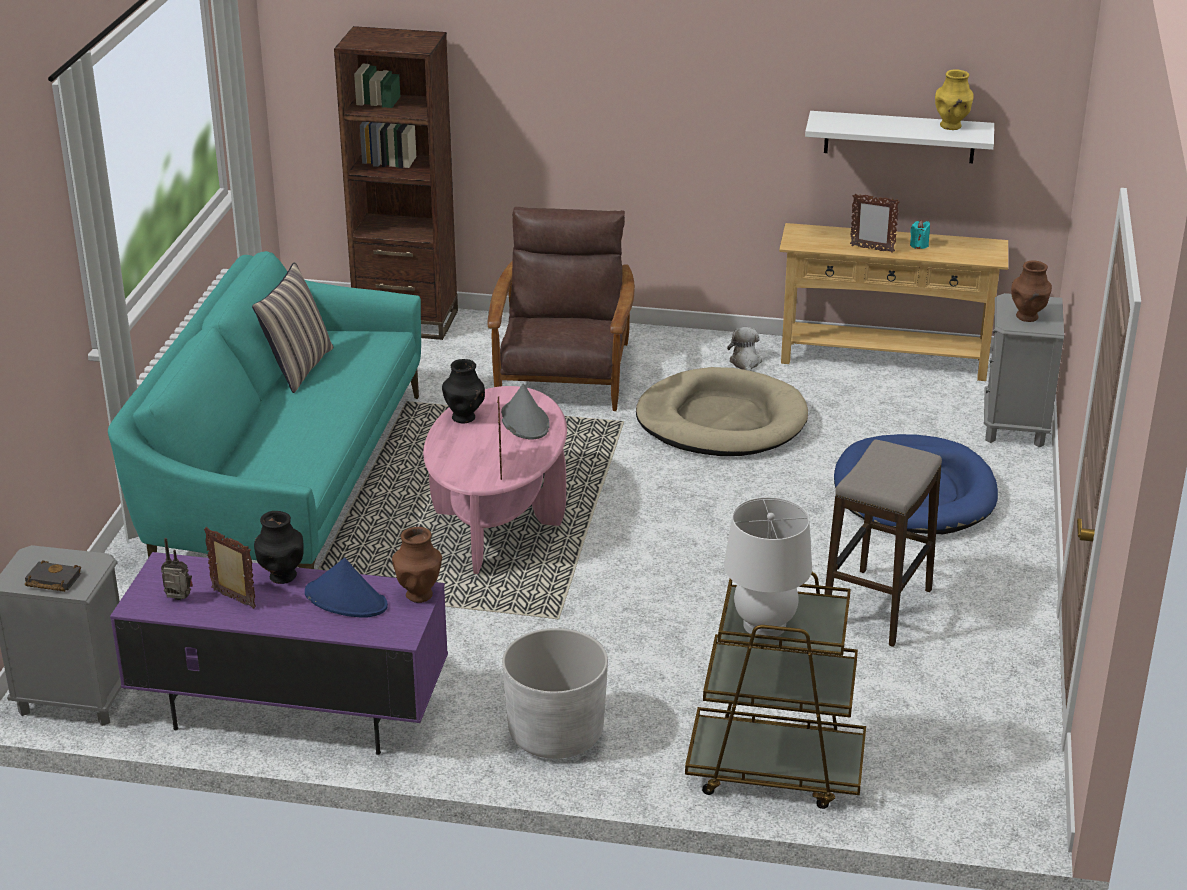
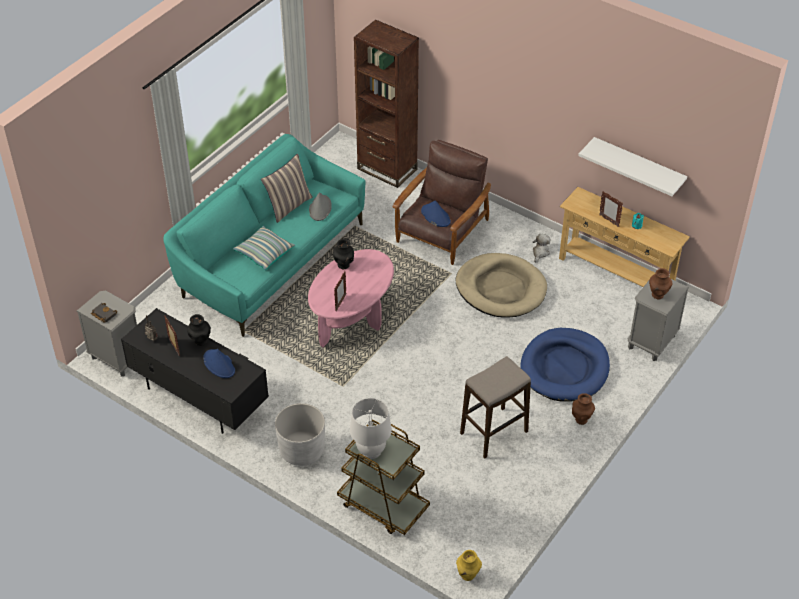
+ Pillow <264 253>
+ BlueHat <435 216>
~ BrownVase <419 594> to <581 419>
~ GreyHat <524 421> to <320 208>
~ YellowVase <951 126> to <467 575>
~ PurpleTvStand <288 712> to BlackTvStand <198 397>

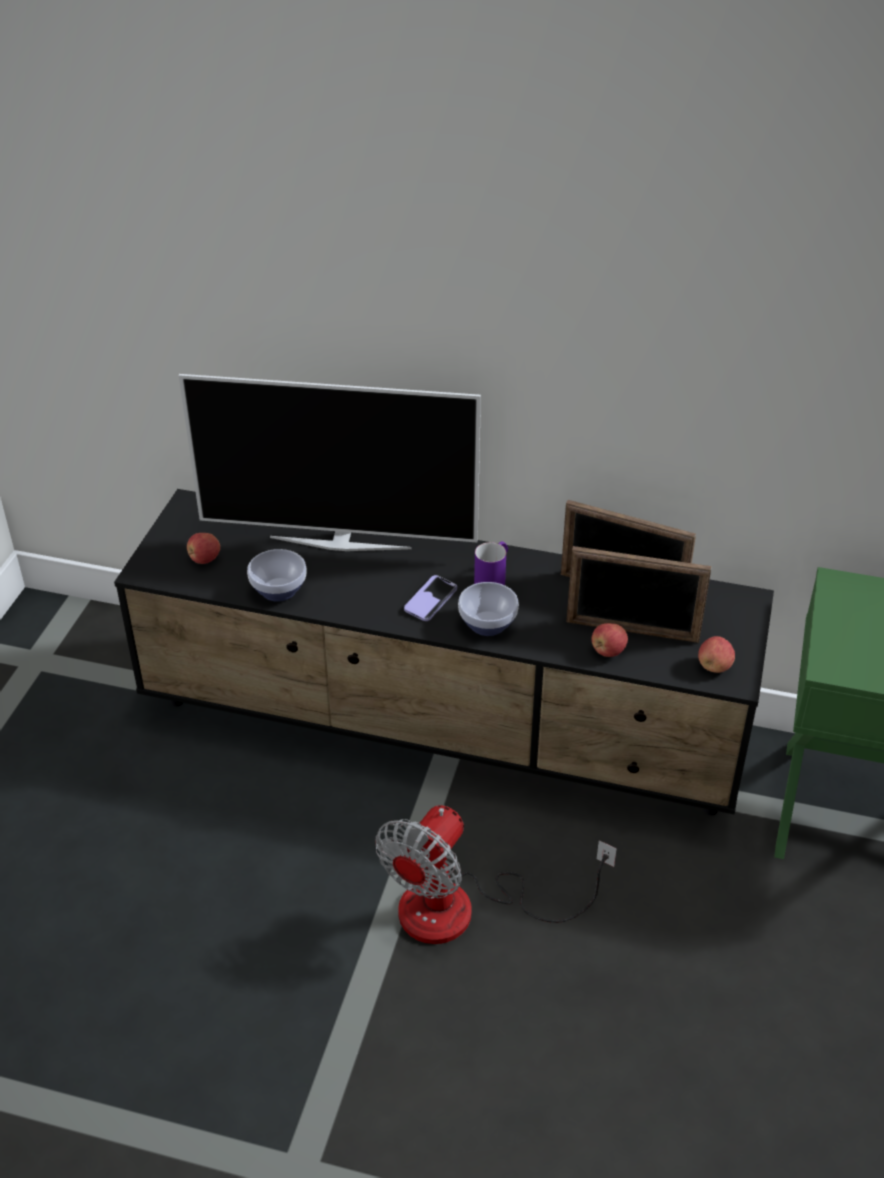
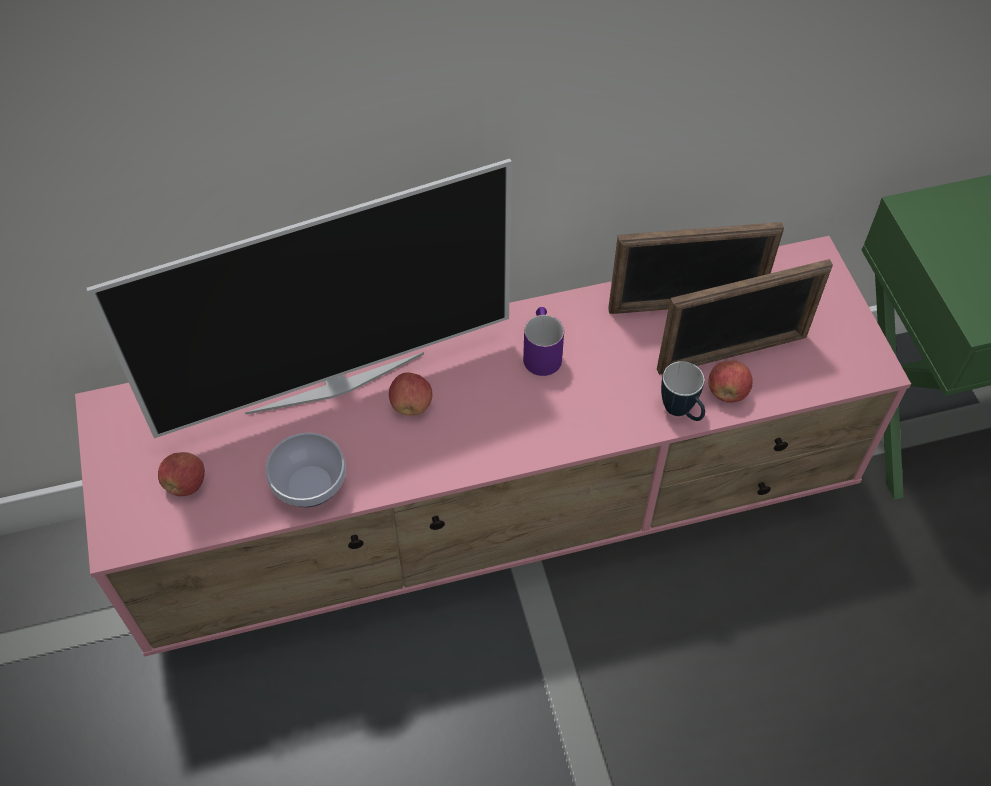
- Fan <464 910>
- Phone <430 600>
- Bowl <489 623>
+ Mug <681 412>
~ Apple <714 666> to <411 405>
~ BlackTvStand <445 731> to PinkTvStand <499 515>

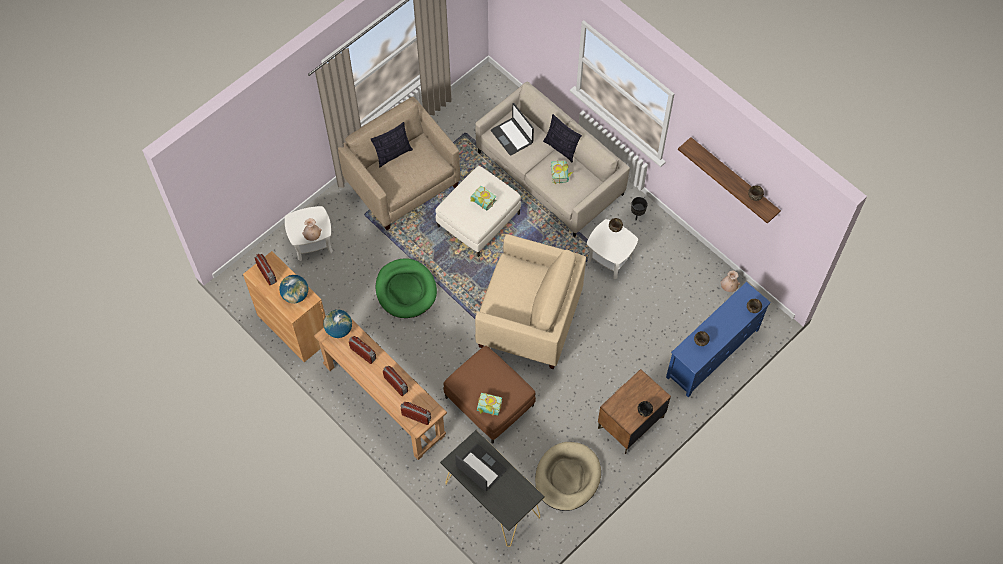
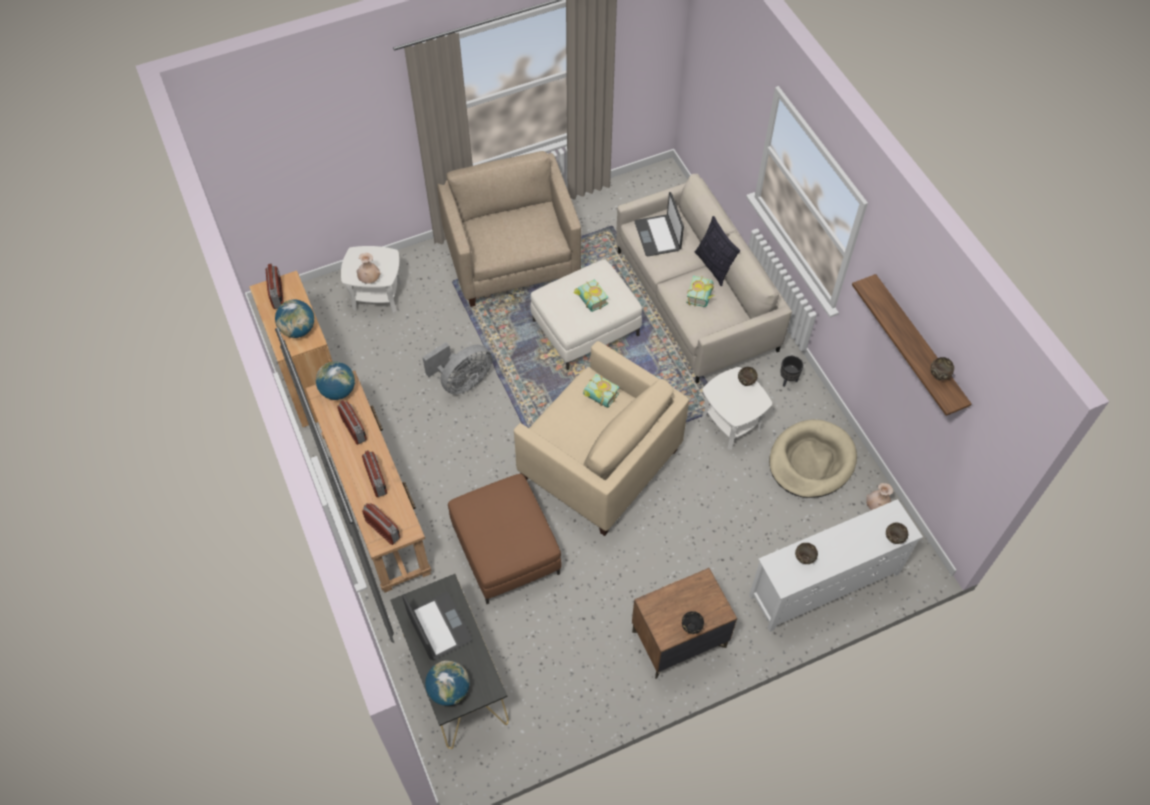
- Pillow <393 154>
+ Globe <449 690>
~ Book <488 409> to <599 398>
~ BeigeDogBed <567 477> to <811 461>
~ GreenDogBed <406 290> to GreyFan <462 381>
~ BlueTvStand <712 354> to WhiteTvStand <824 585>

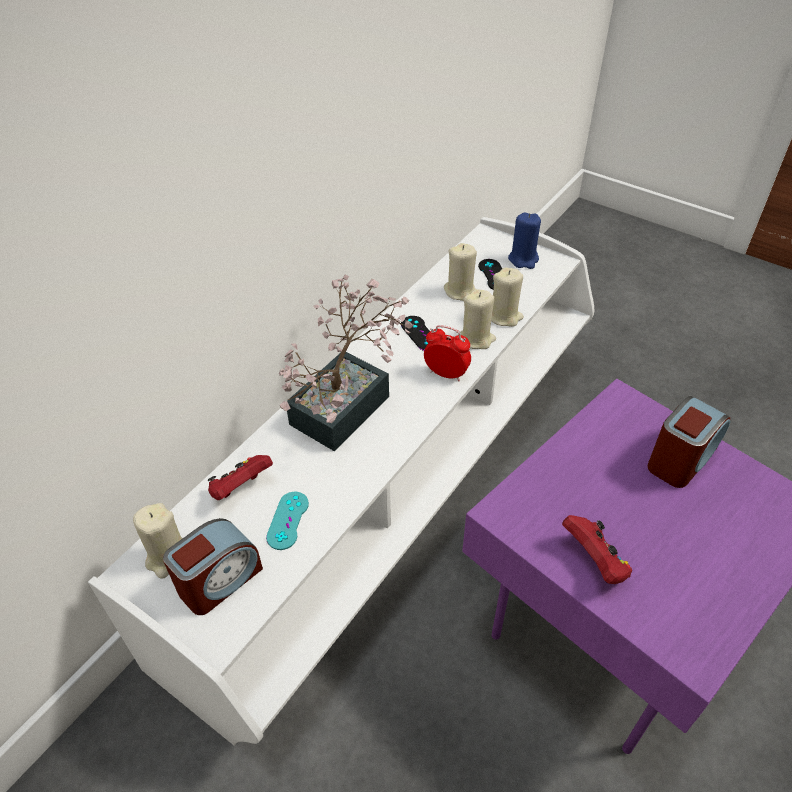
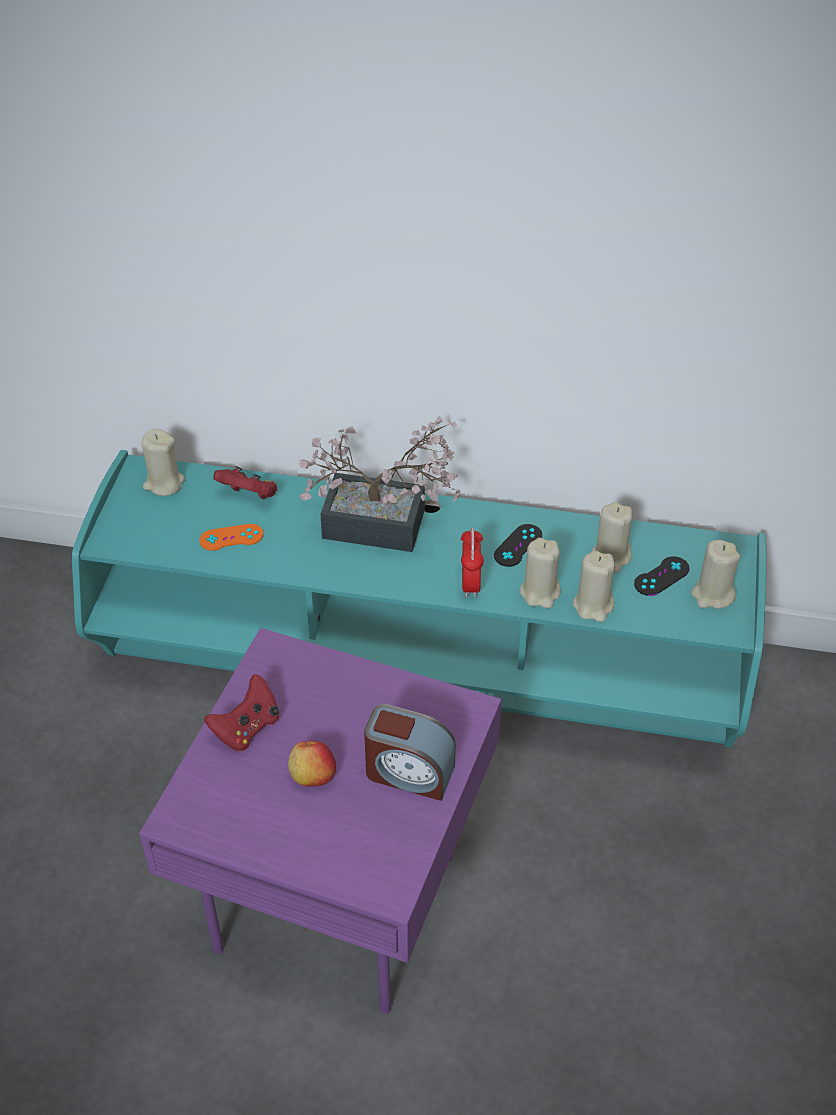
- AlarmClock <219 580>
+ Apple <312 775>
~ WhiteTvStand <397 492> to TurquoiseTvStand <419 670>
~ TurquoiseGameController <288 520> to OrangeGameController <231 537>
~ BlueCandle <523 259> to BeigeCandle <712 595>

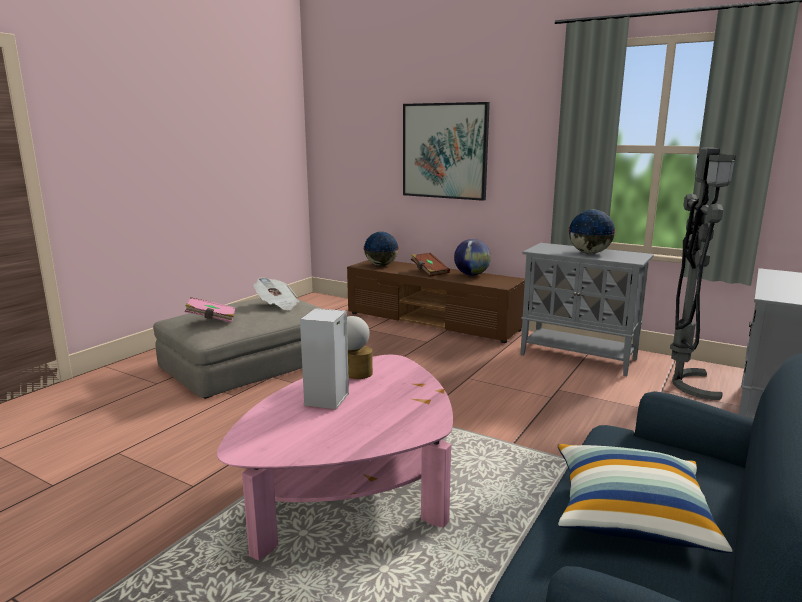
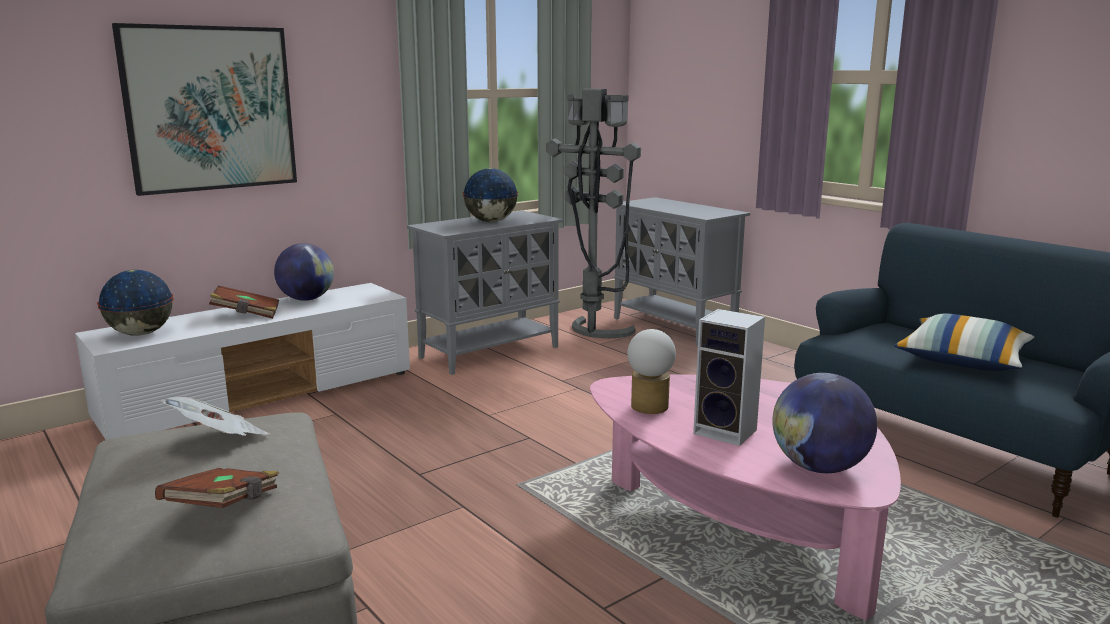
+ Globe <819 467>
~ PinkBook <211 319> to BrownBook <225 507>
~ BrownTvStand <433 322> to WhiteTvStand <262 395>

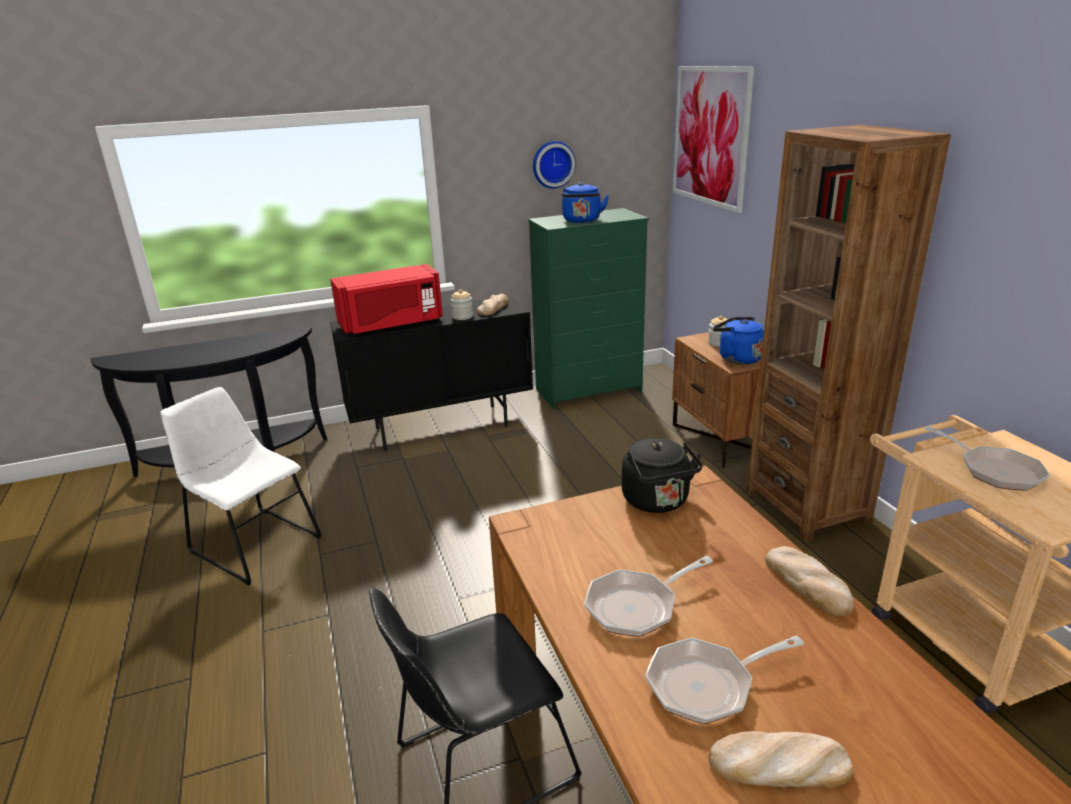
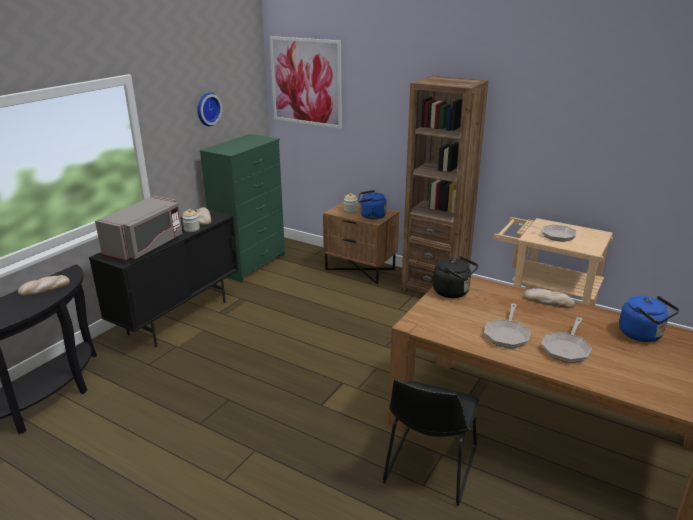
- WhiteChair <252 542>
~ BlueKettle <582 221> to <643 335>
~ Bread <778 765> to <44 288>
~ RedMicrowave <391 324> to GreyMicrowave <146 246>

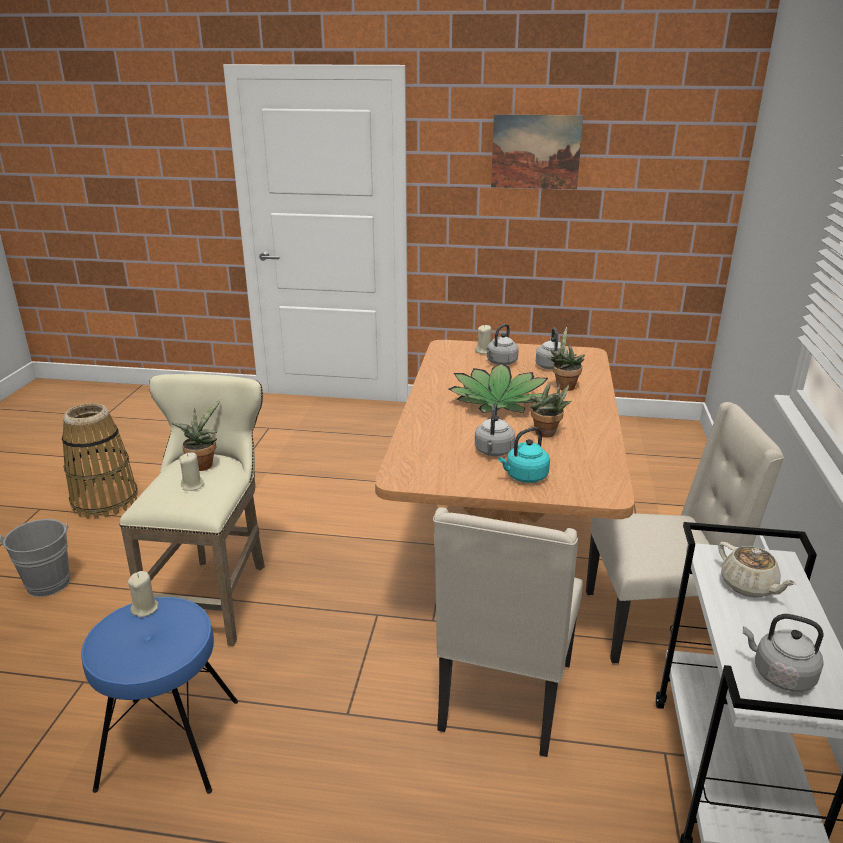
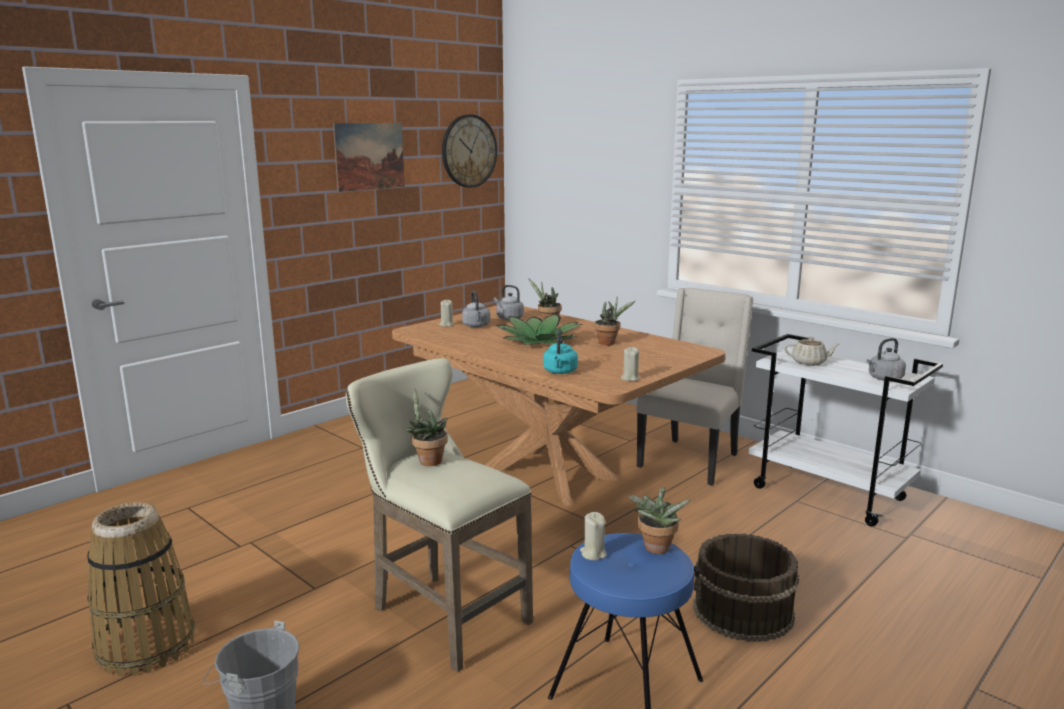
- BeigeChair <503 698>
- GreyKettle <493 452>
+ WallClock <469 151>
+ PottedPlant <656 550>
+ BrownBucket <743 612>
~ BeigeCandle <193 485> to <630 378>
~ TurquoiseKettle <524 477> to <560 372>

